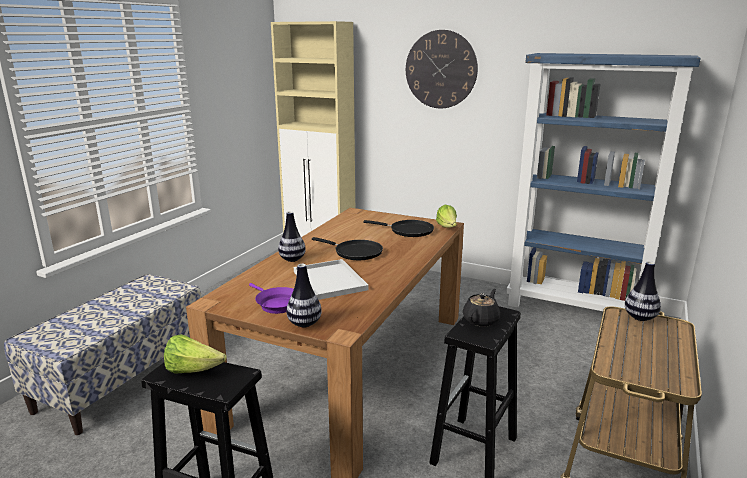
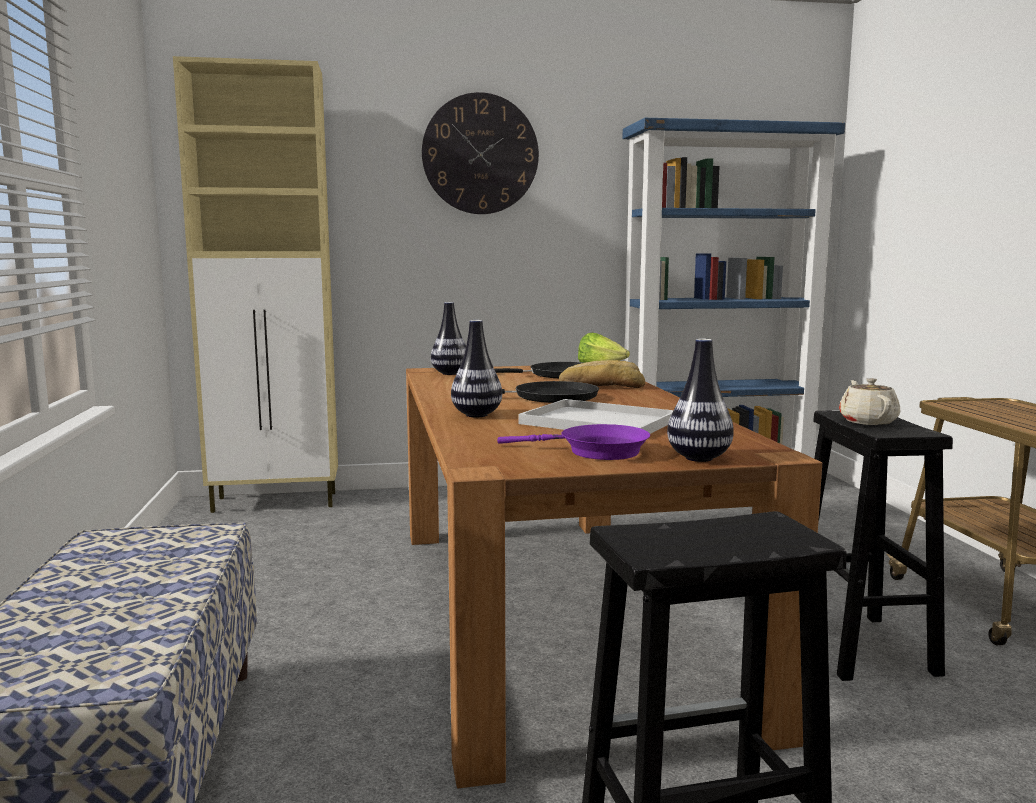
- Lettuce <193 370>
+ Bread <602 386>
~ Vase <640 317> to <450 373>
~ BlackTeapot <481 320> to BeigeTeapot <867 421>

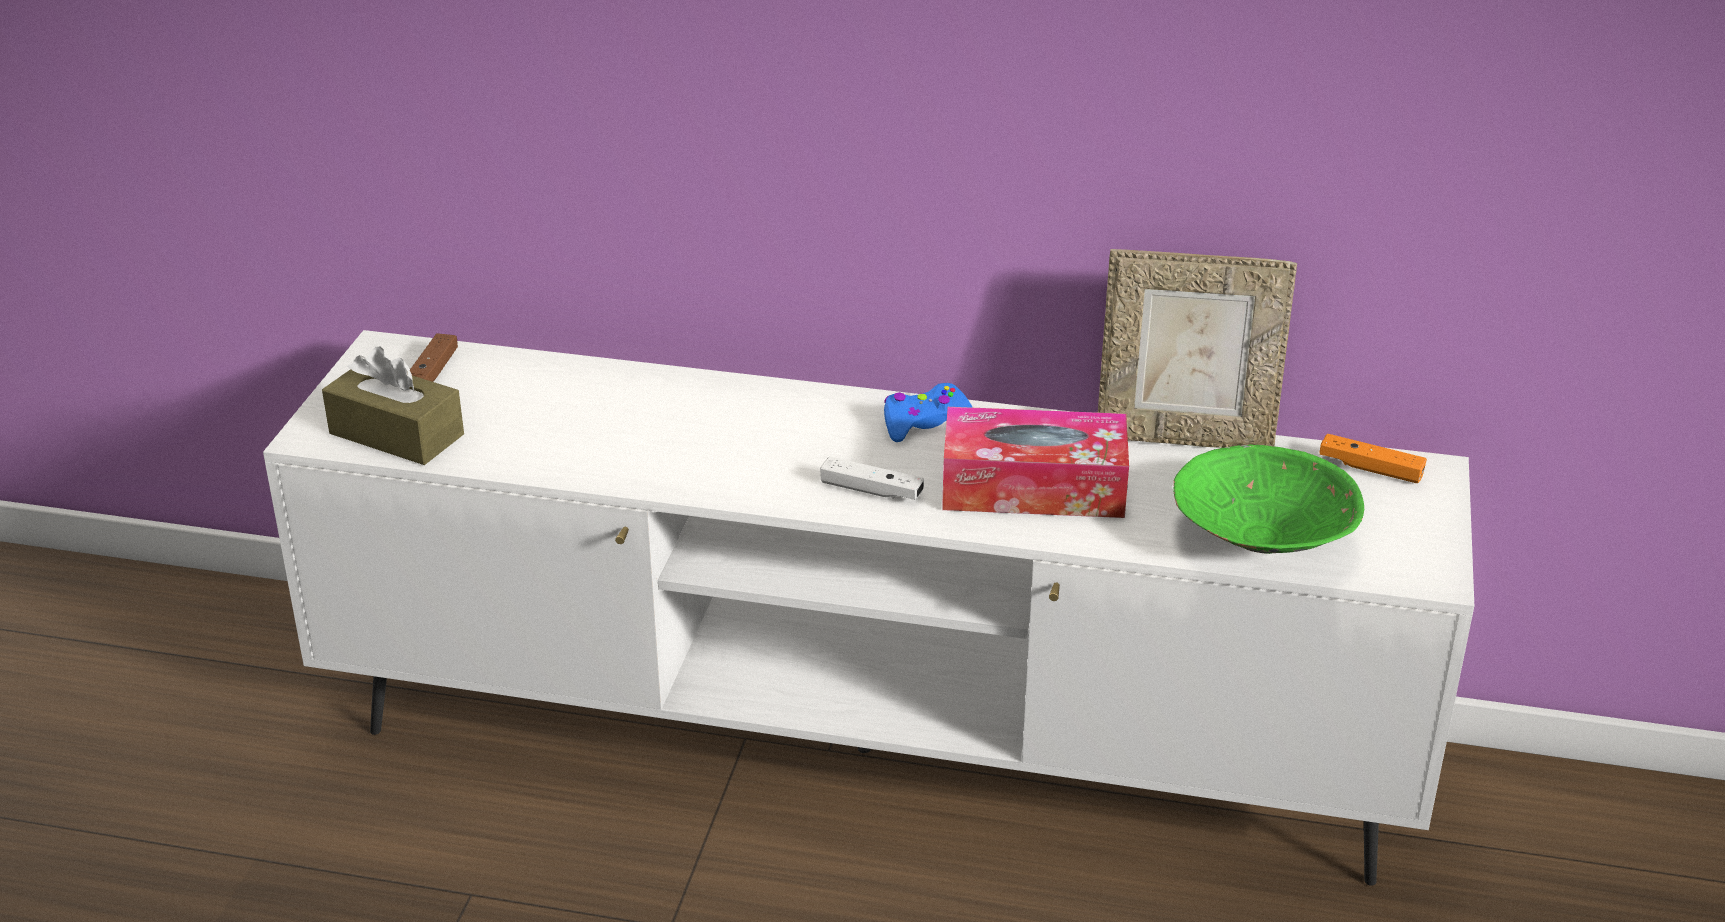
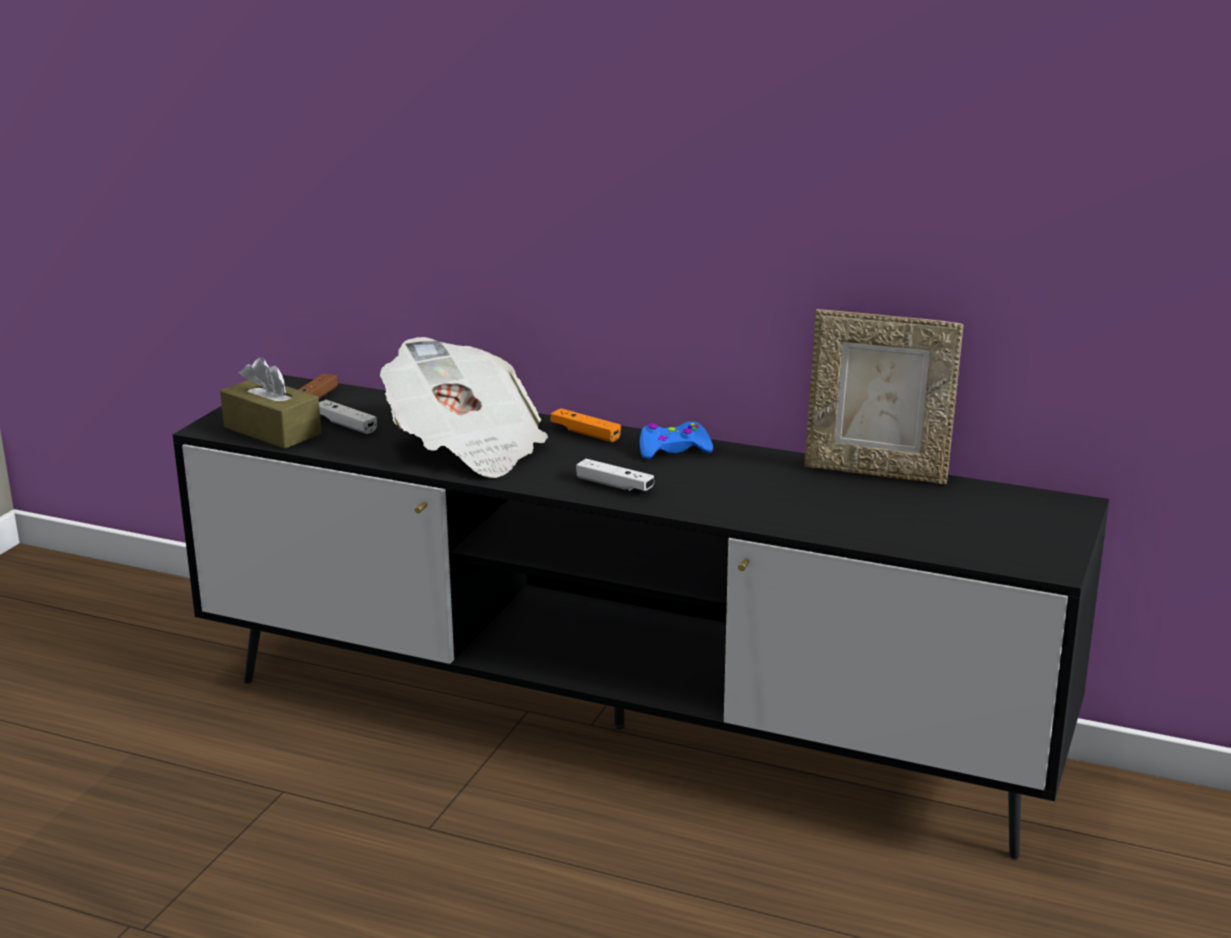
- TissueBox <1033 487>
- GreenBowl <1260 536>
+ WhiteGameController <345 424>
+ Newspaper <466 447>
~ OrangeGameController <1370 468> to <585 433>
~ WhiteTvStand <863 750> to BlackTvStand <618 727>

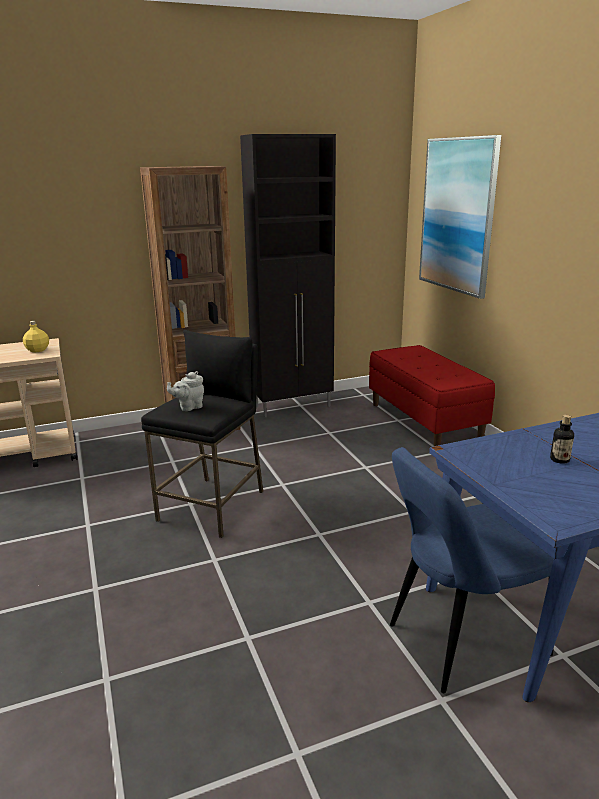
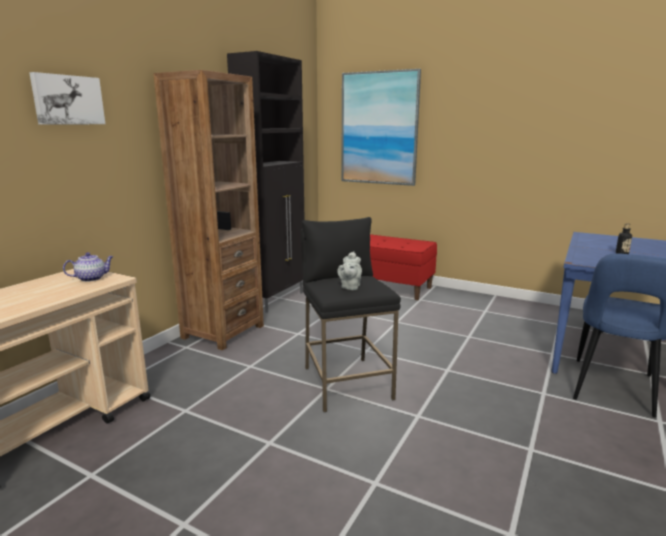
+ Picture <68 100>
~ YellowBottle <38 350> to Teapot <92 278>

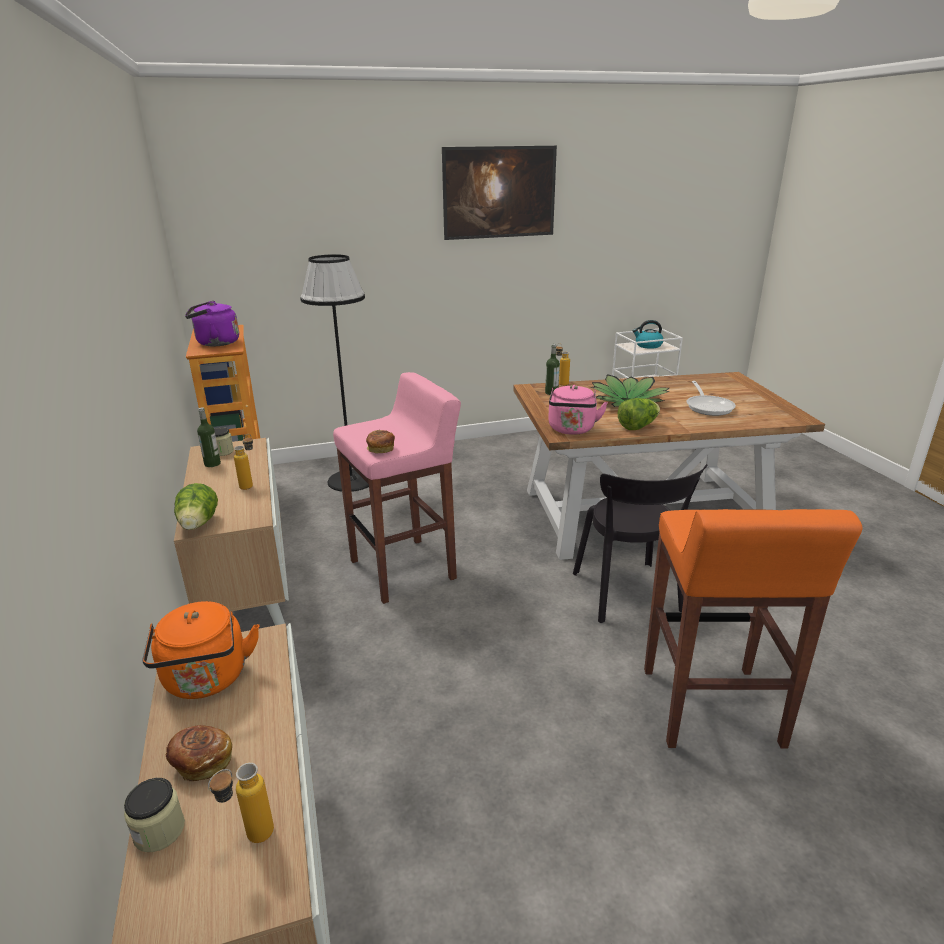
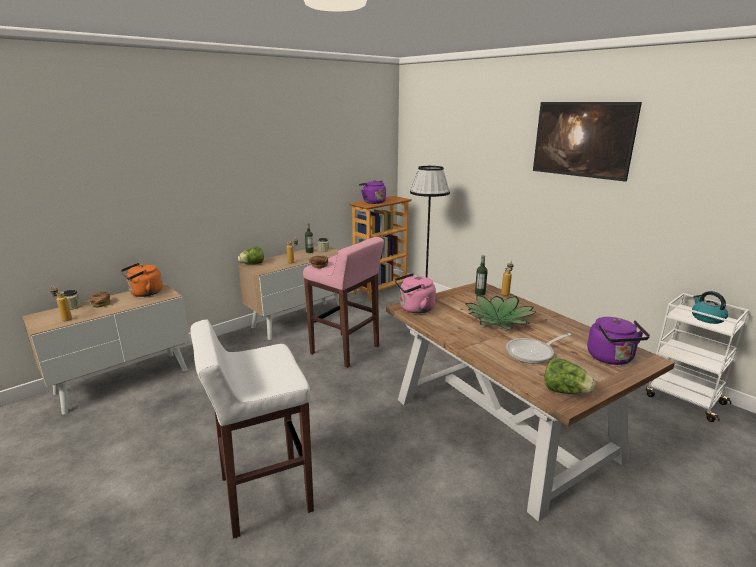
- BlackChair <628 595>
+ PurpleKettle <612 358>
~ Lettuce <637 427> to <565 391>
~ OrangeStool <711 709> to WhiteStool <264 494>

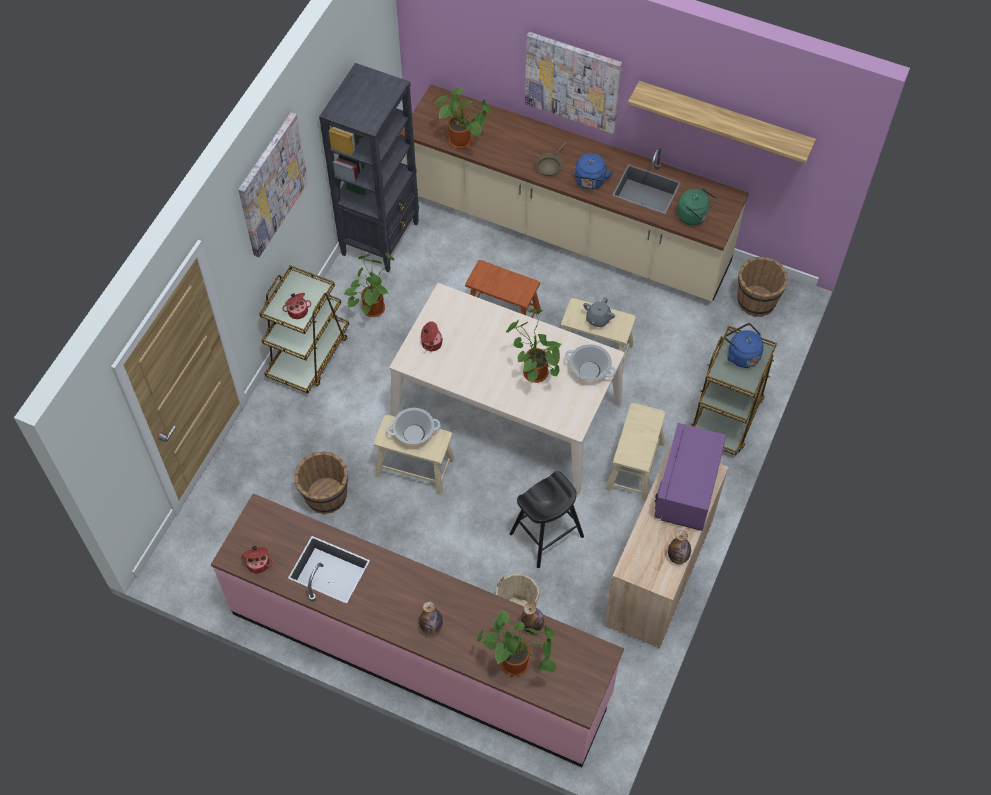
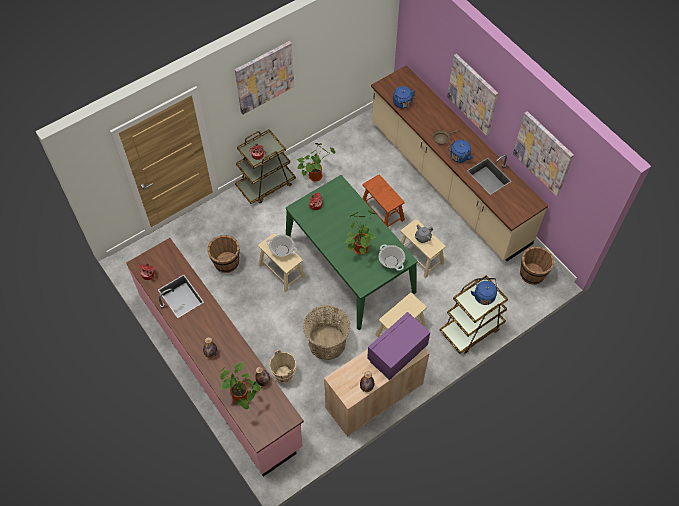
- BlackBookcase <381 238>
- GreenKettle <694 216>
~ PottedPlant <463 141> to BlueKettle <403 103>
~ BlackStool <546 535> to Basket <327 342>
~ Shelf <724 120> to Picture <543 153>
~ BeigeDiningTable <506 411> to GreenDiningTable <349 265>

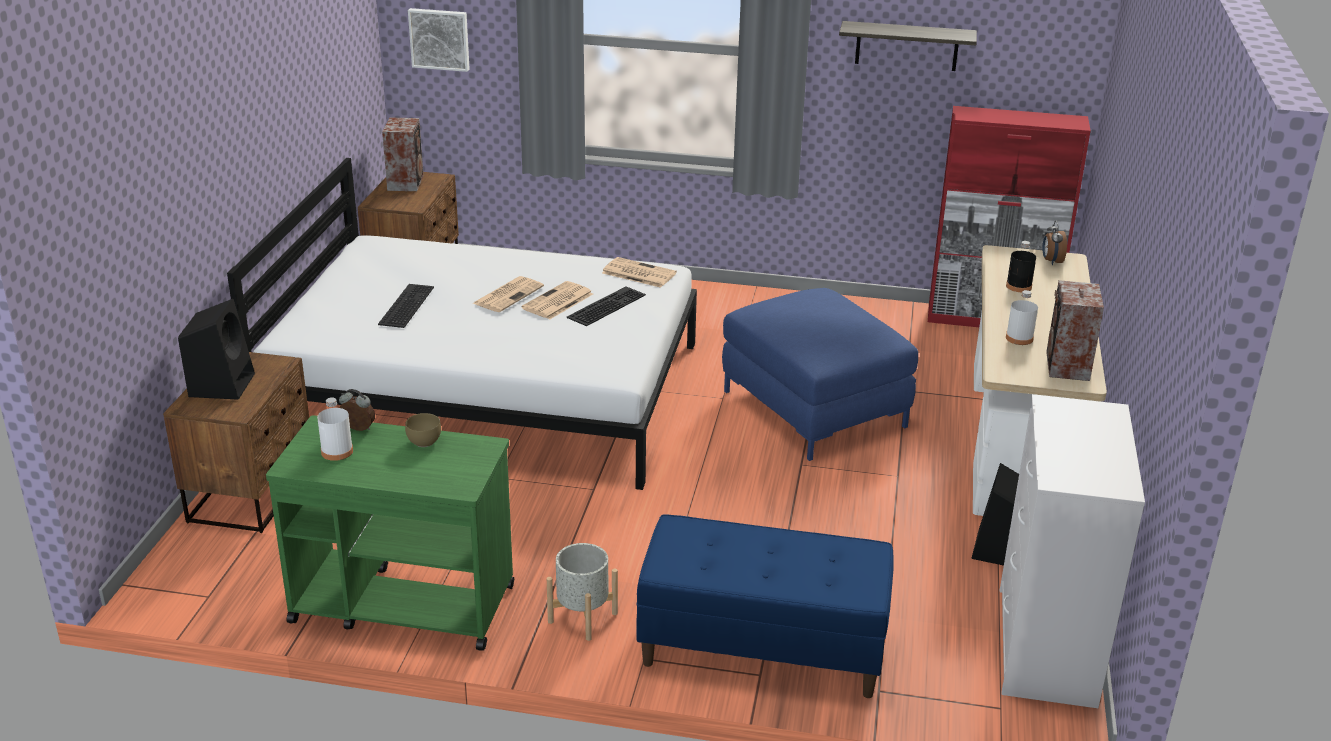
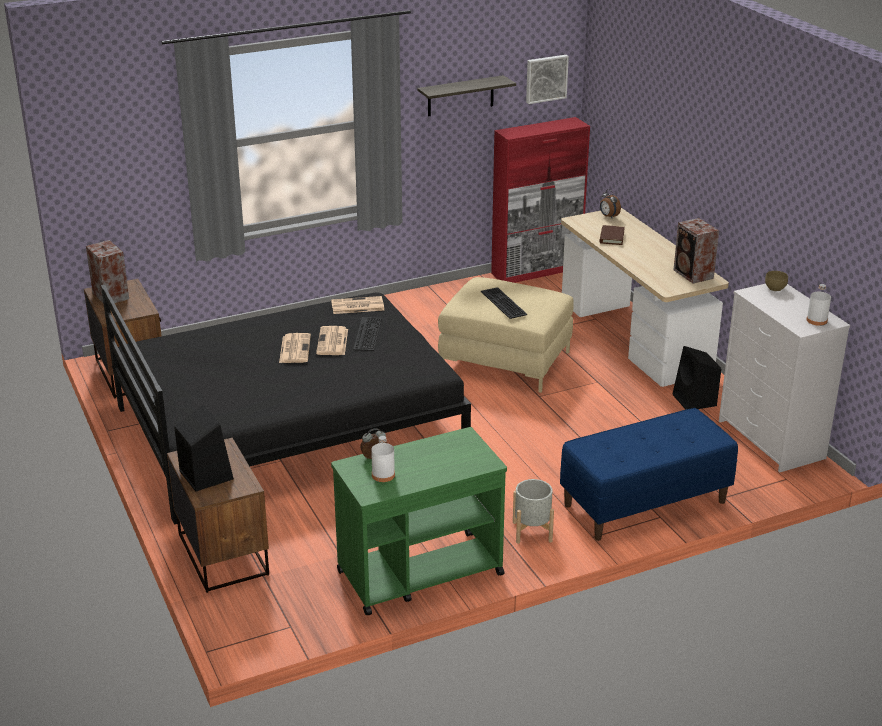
~ Keyboard <405 305> to <502 303>
~ BrownBowl <425 442> to <775 288>
~ Picture <440 39> to <546 78>
~ WhiteBottle <1019 338> to <816 320>
~ BlackBottle <1018 286> to BrownBook <611 237>
~ WhiteBed <486 388> to BlackBed <288 426>
~ BlueOttoman <815 409> to BeigeOttoman <506 361>

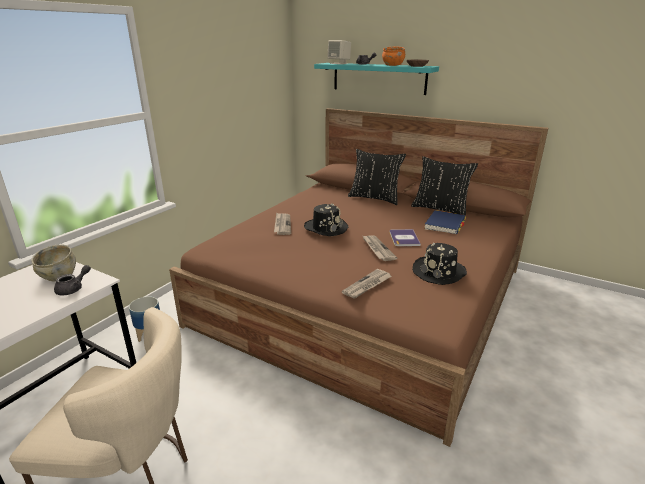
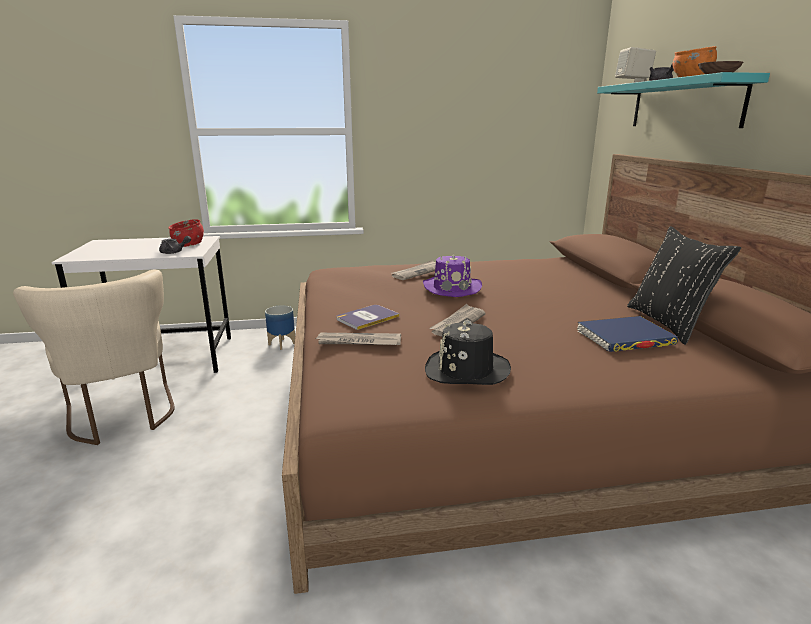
- BlackPillow <374 198>
~ Book <404 238> to <367 318>
~ BeigeBowl <58 276> to RedBowl <188 244>
~ BlackHat <326 228> to PurpleHat <452 288>

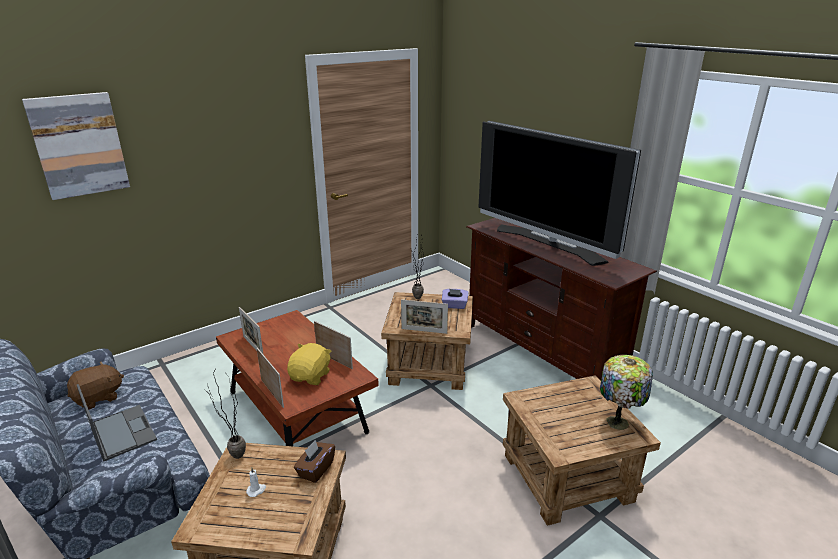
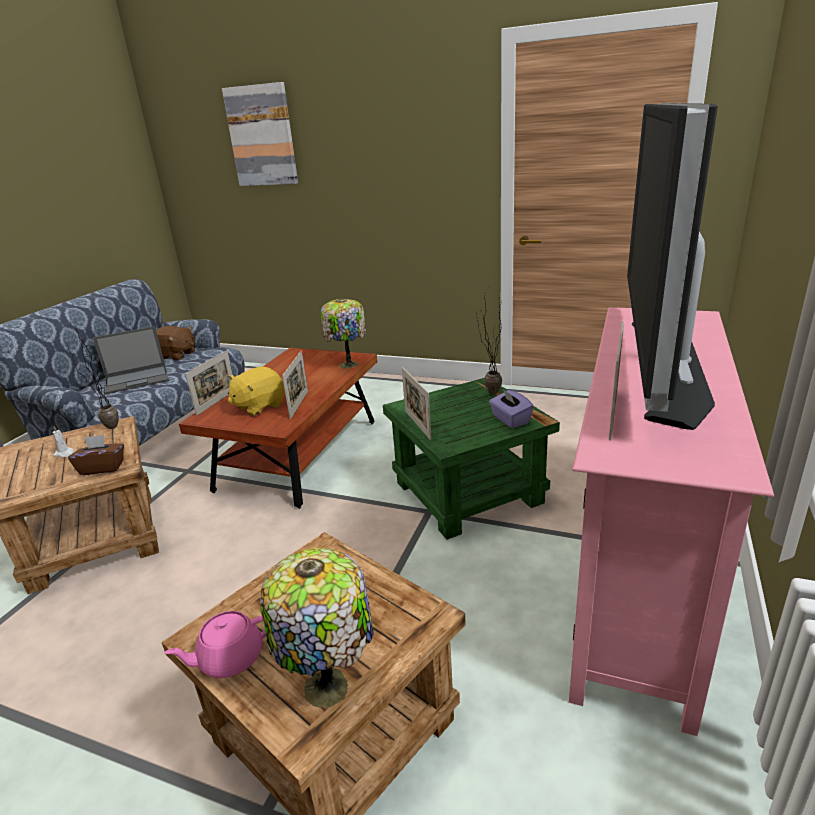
+ PinkTeapot <230 658>
+ TableLamp <347 365>
~ PictureFrame <253 346> to <613 413>
~ BrownSideTable <430 365> to GreenSideTable <470 493>
~ BrownTvStand <542 352> to PinkTvStand <637 579>
~ Laptop <122 432> = <138 379> 45 degrees clockwise
~ YellowPlushToy <311 376> = <258 406> 150 degrees clockwise

